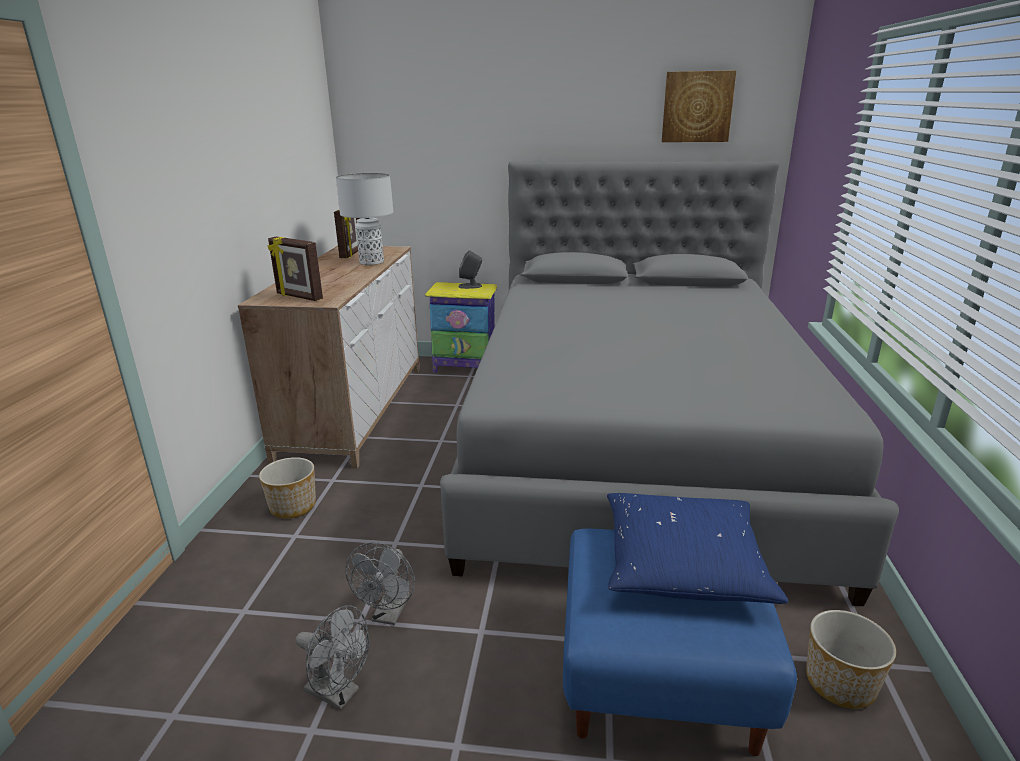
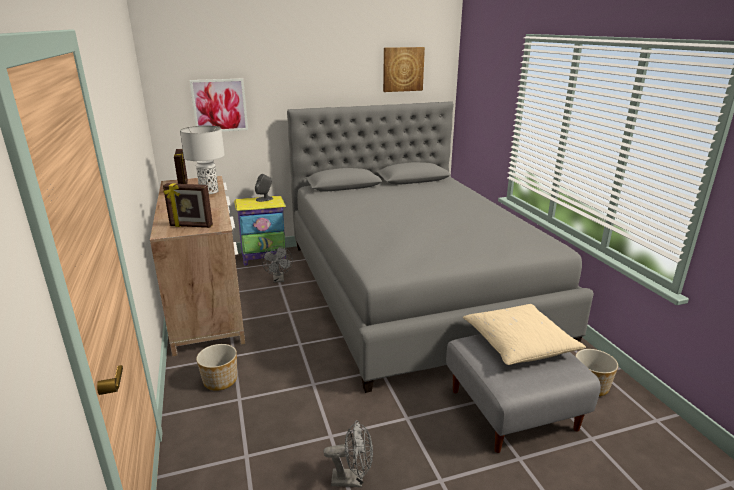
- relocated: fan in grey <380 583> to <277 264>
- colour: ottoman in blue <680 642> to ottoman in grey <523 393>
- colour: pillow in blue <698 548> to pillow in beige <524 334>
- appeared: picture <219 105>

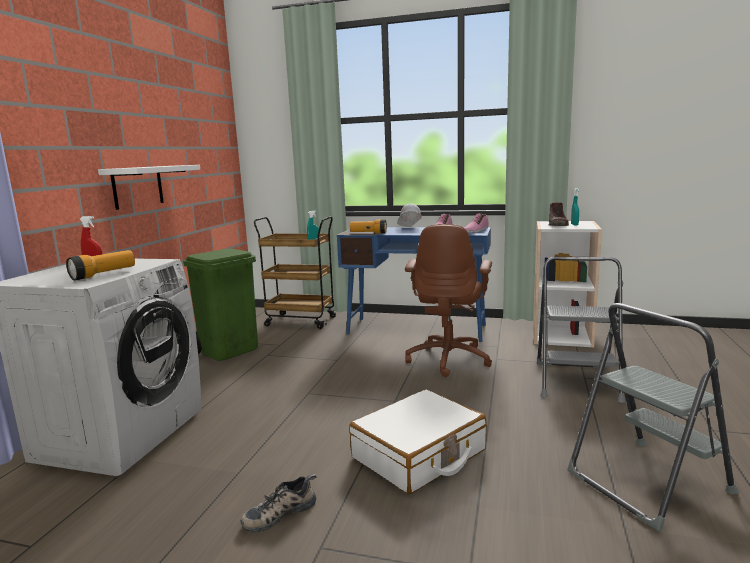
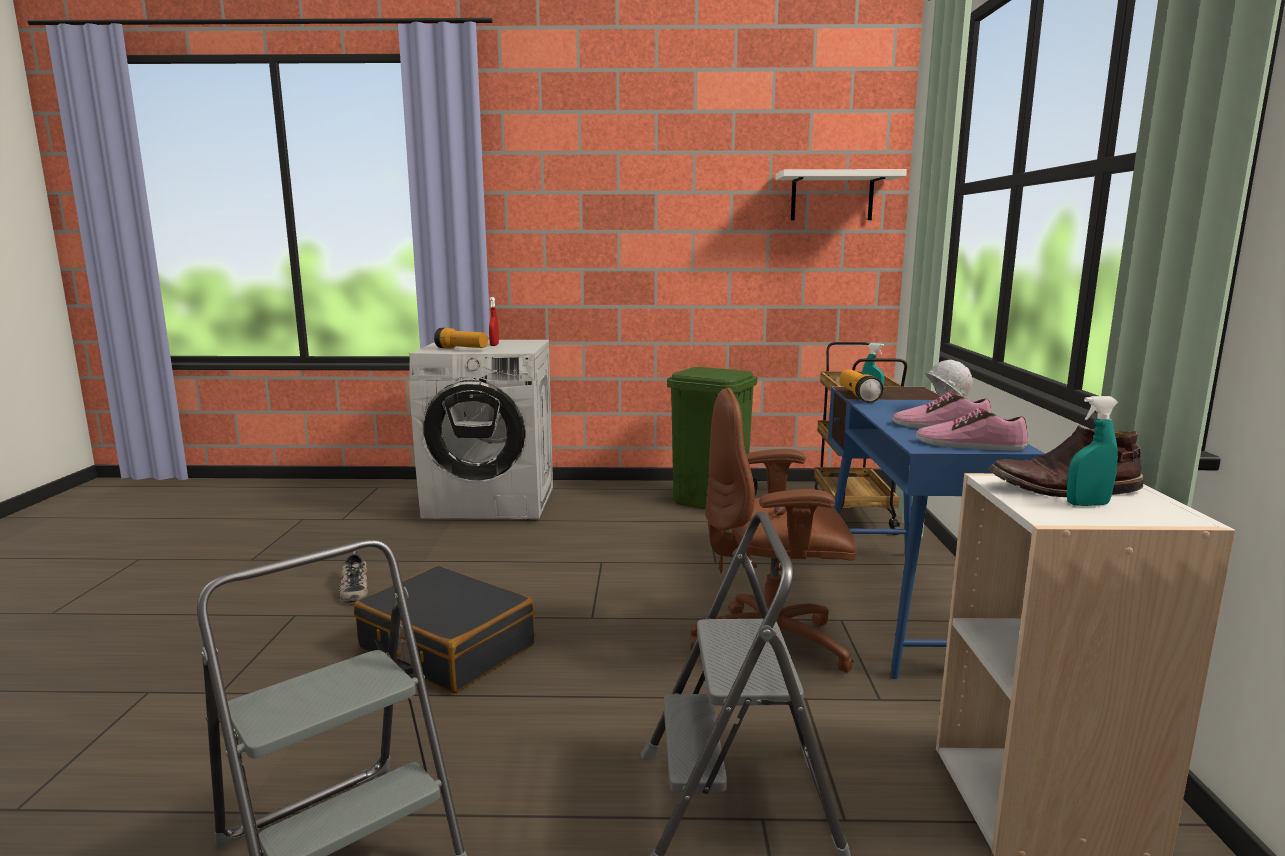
- relocated: shelf in white <149 187> to <841 194>
- spun: shoe <278 503> = <353 577> 150 degrees counterclockwise
- colour: suitcase in white <418 441> to suitcase in black <444 629>

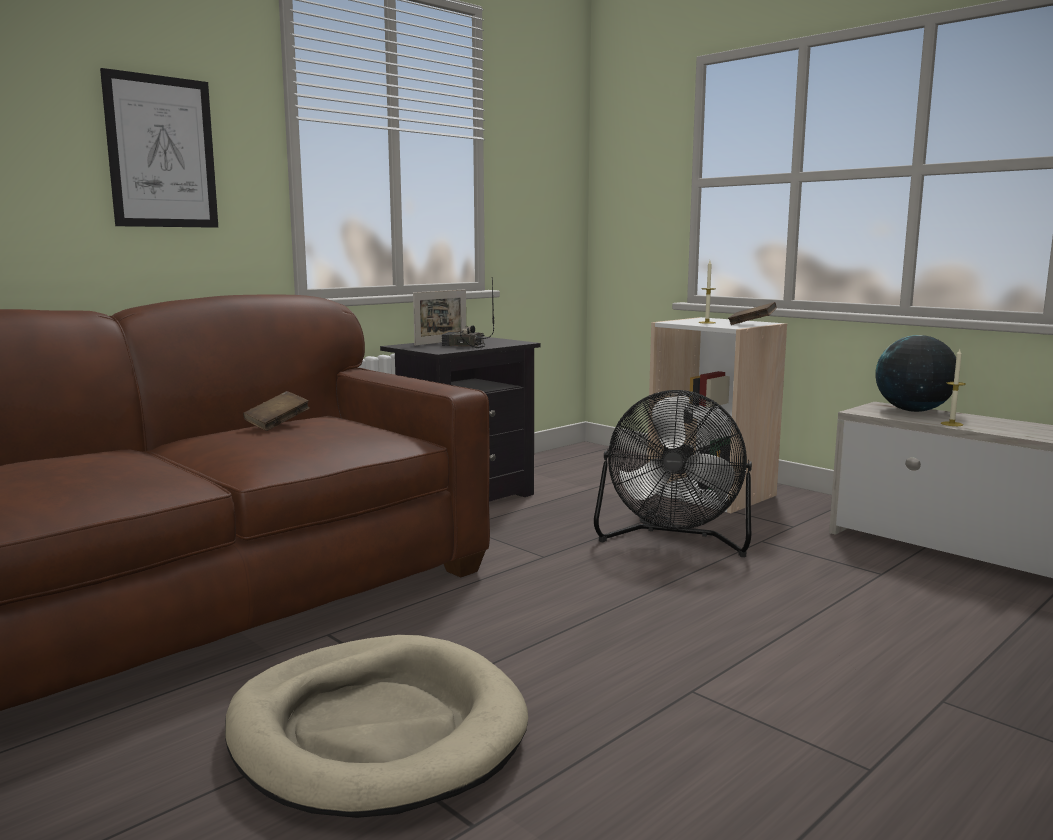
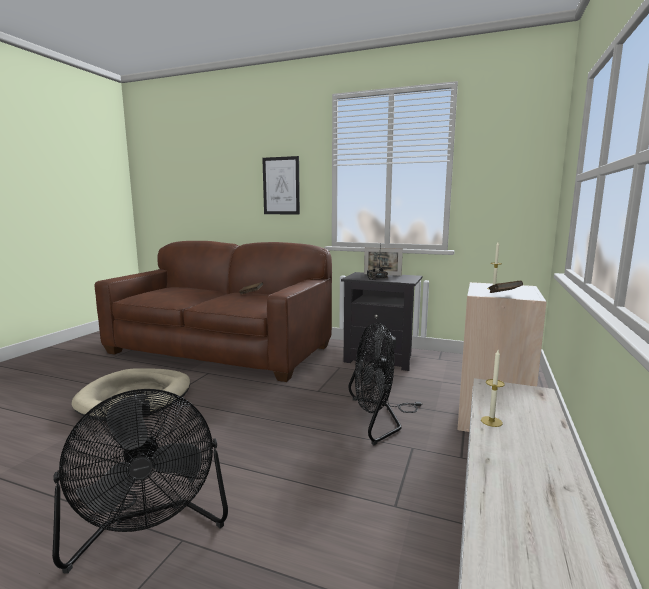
- missing: globe <916 373>
- appeared: fan in black <140 481>

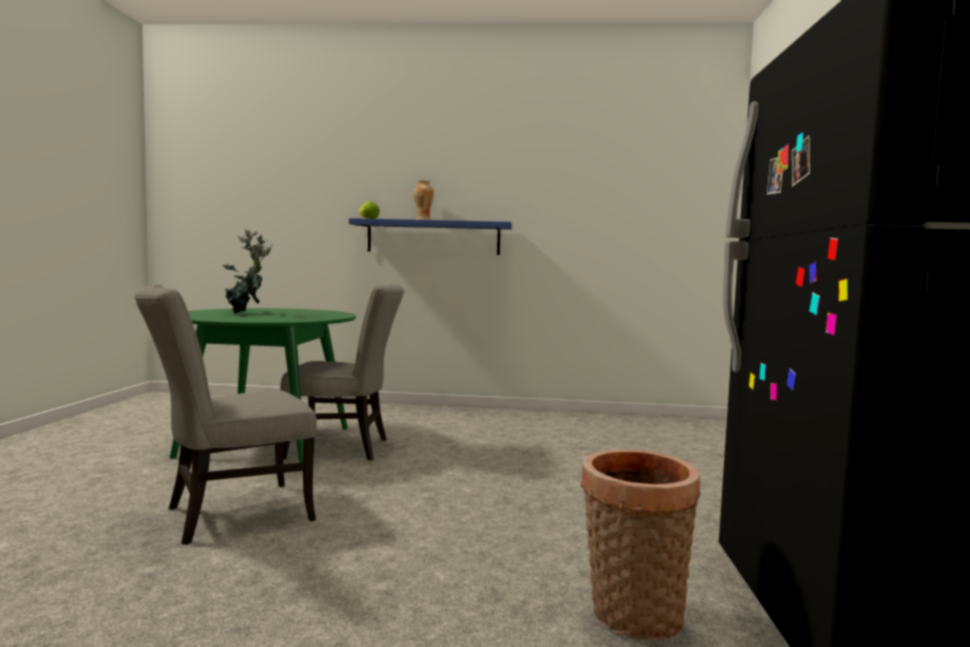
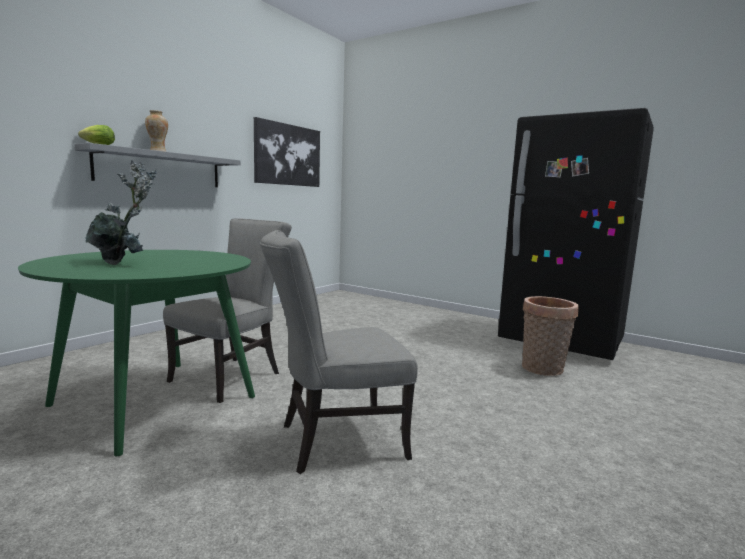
- spun: chair in grey <225 415> = <339 352> 75 degrees clockwise
- colour: shelf in blue <430 236> to shelf in grey <157 165>
- appeared: picture <287 152>

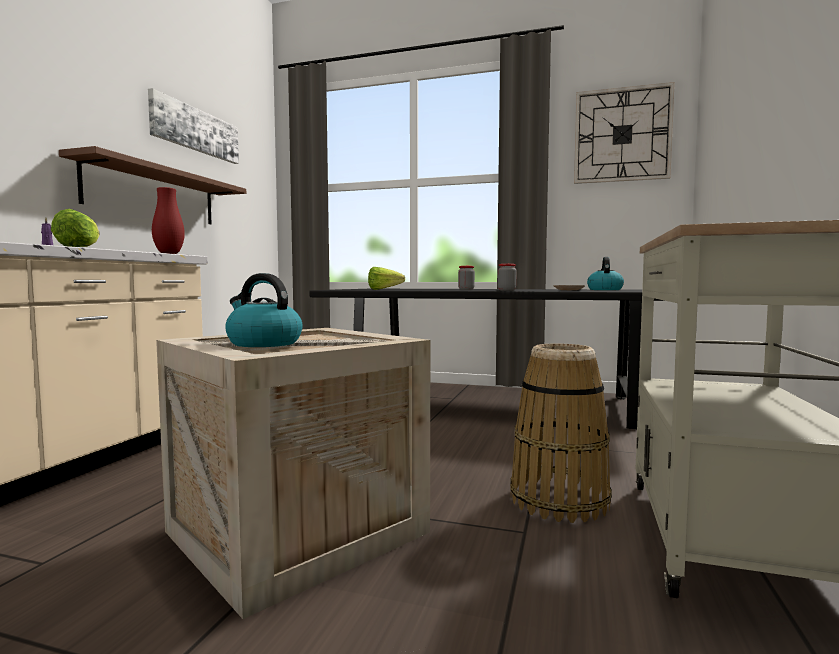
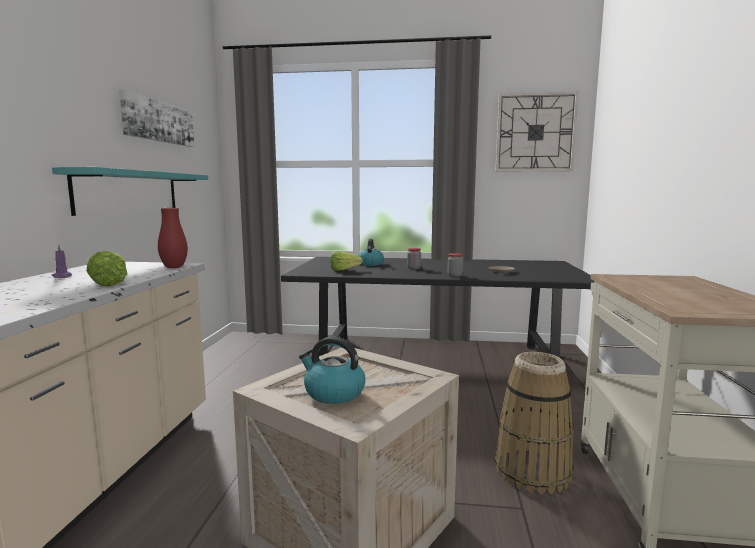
- colour: shelf in brown <152 185> to shelf in turquoise <130 191>
- relocated: kettle <605 273> to <371 252>

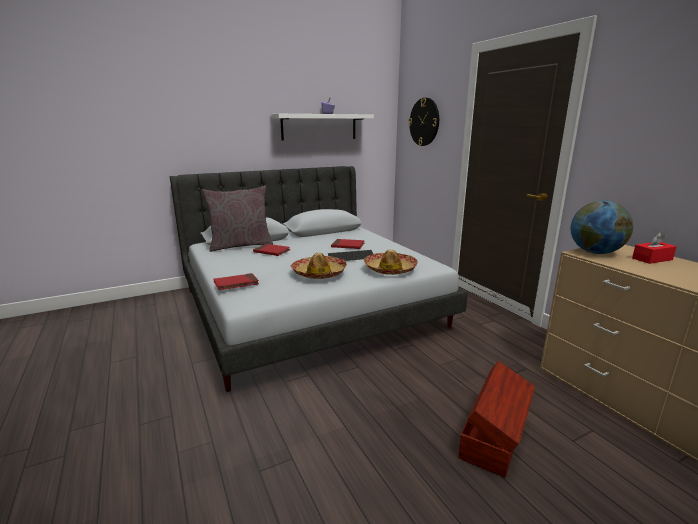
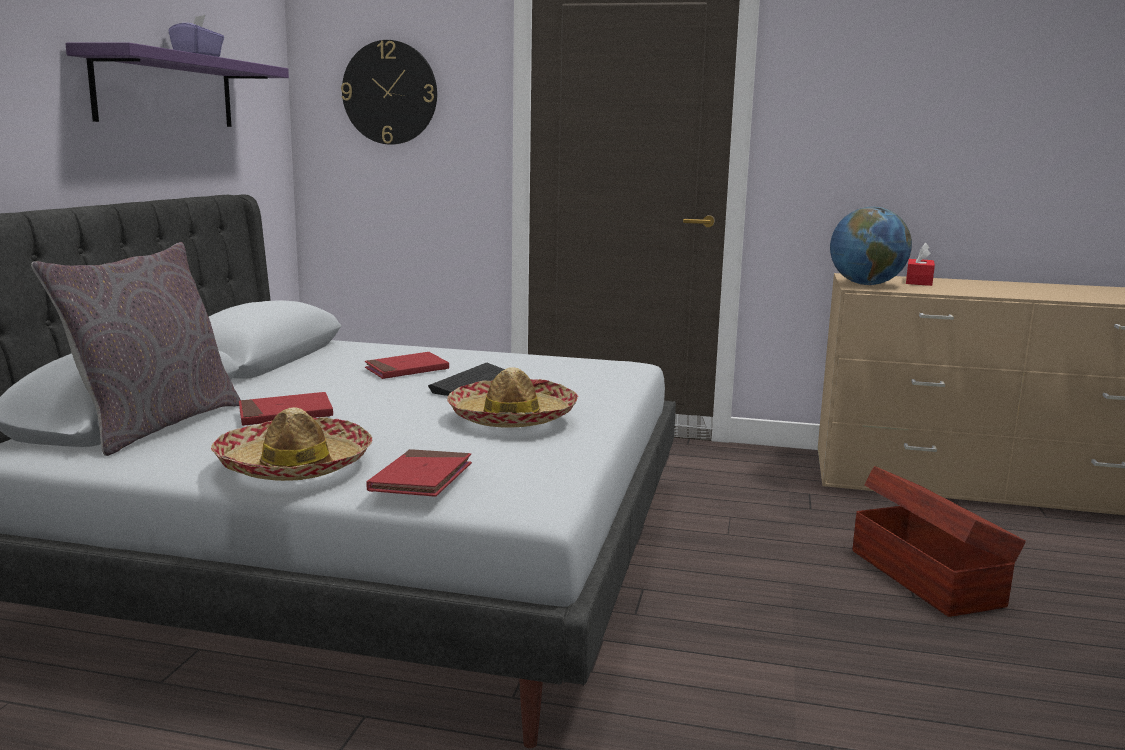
- colour: shelf in white <322 127> to shelf in purple <177 84>
- relocated: hat <391 262> to <291 444>

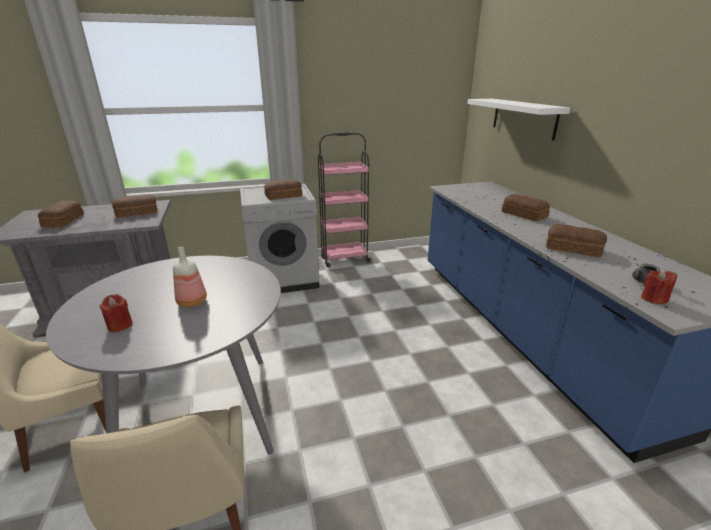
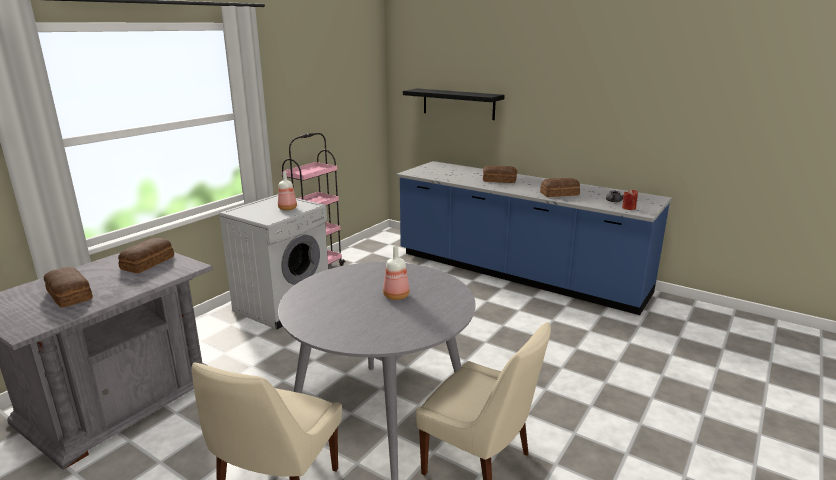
- missing: candle in red <116 313>
- exchanged: bread <283 190> to bottle <287 191>
- colour: shelf in white <518 120> to shelf in black <454 104>

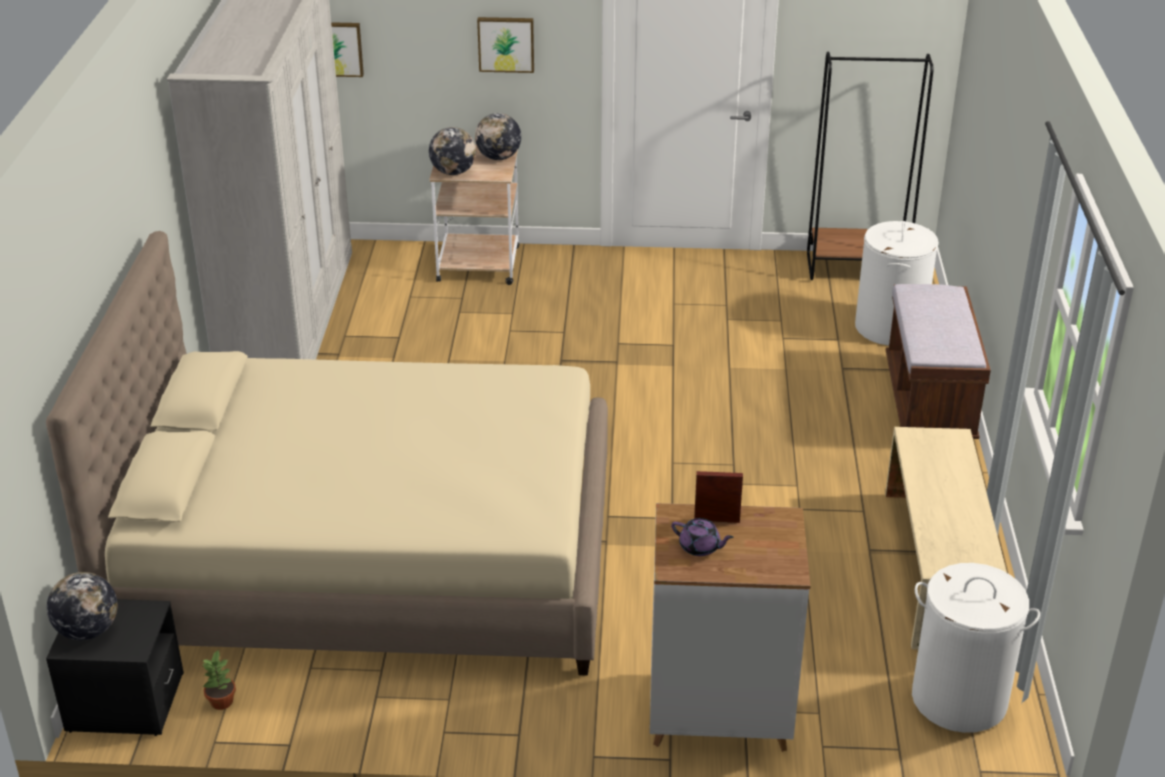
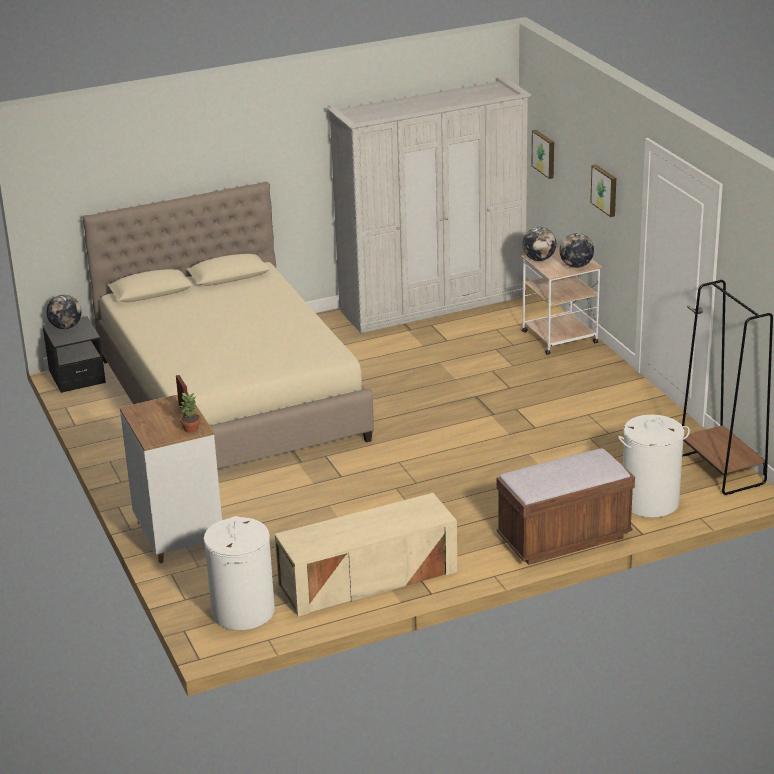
- relocated: potted plant <219 680> to <190 412>
- missing: teapot in purple <702 537>

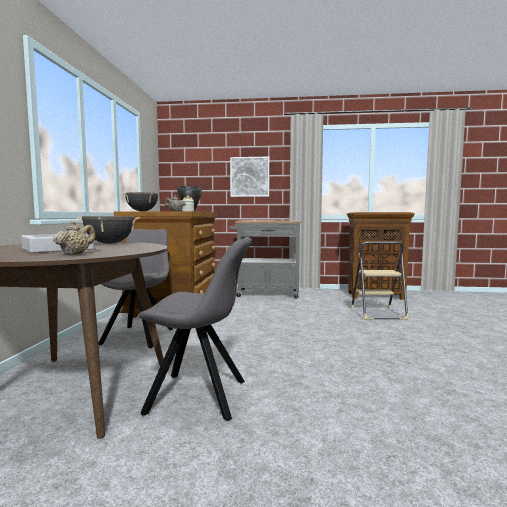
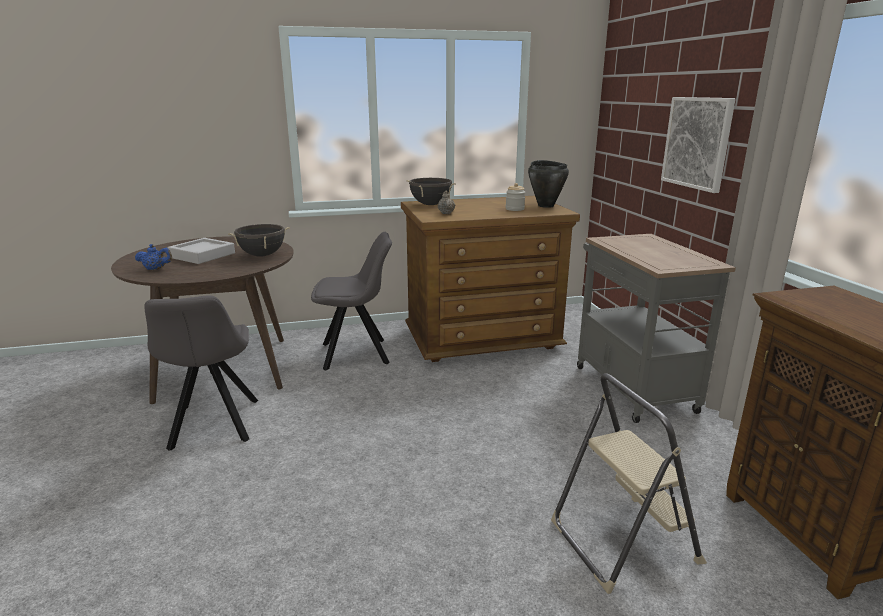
- colour: teapot in beige <74 238> to teapot in blue <153 257>

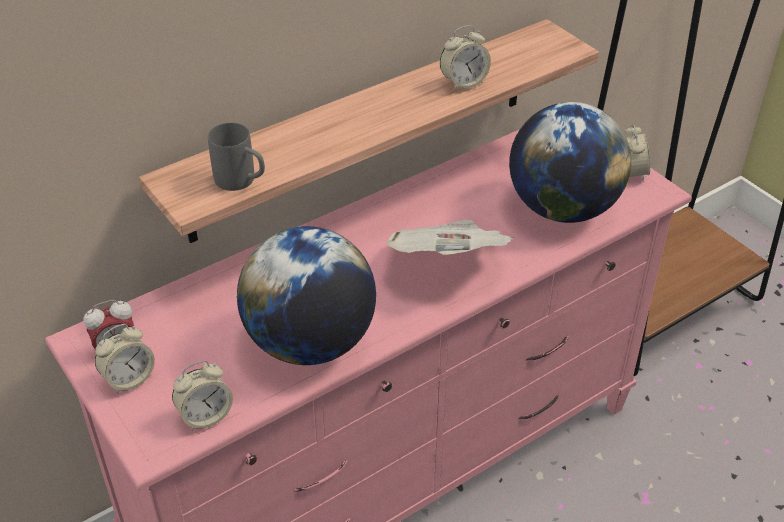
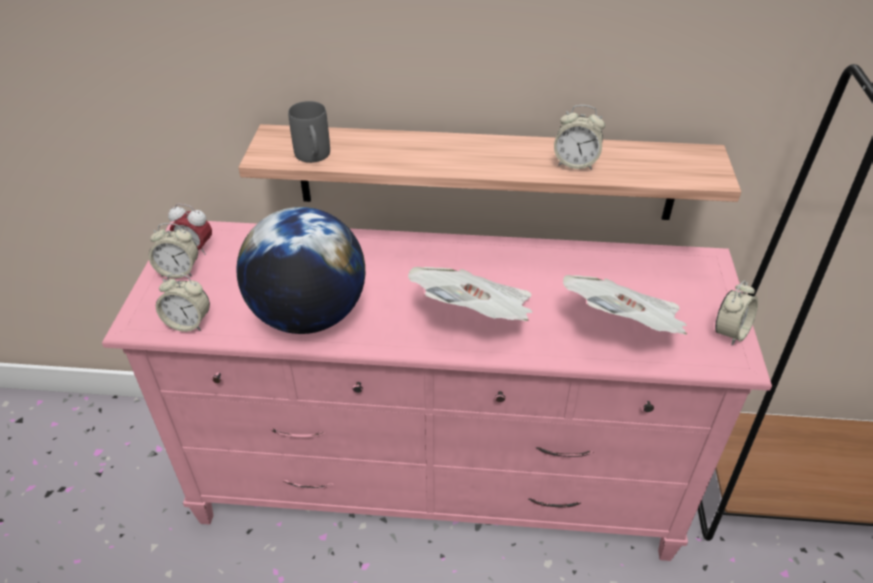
- exchanged: globe <570 162> to newspaper <625 305>

